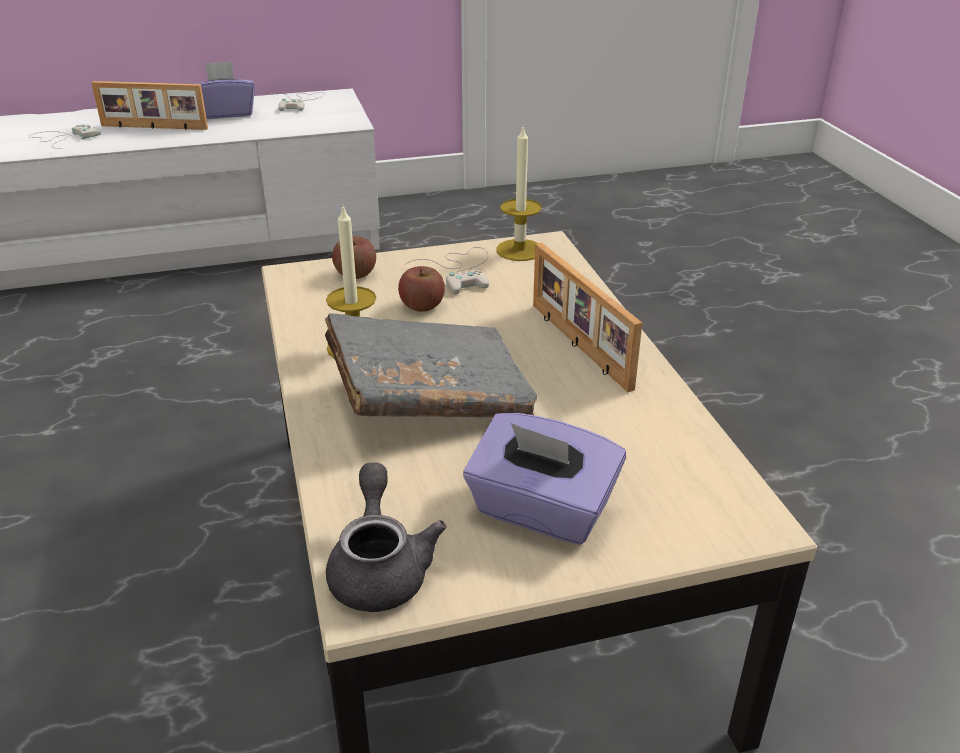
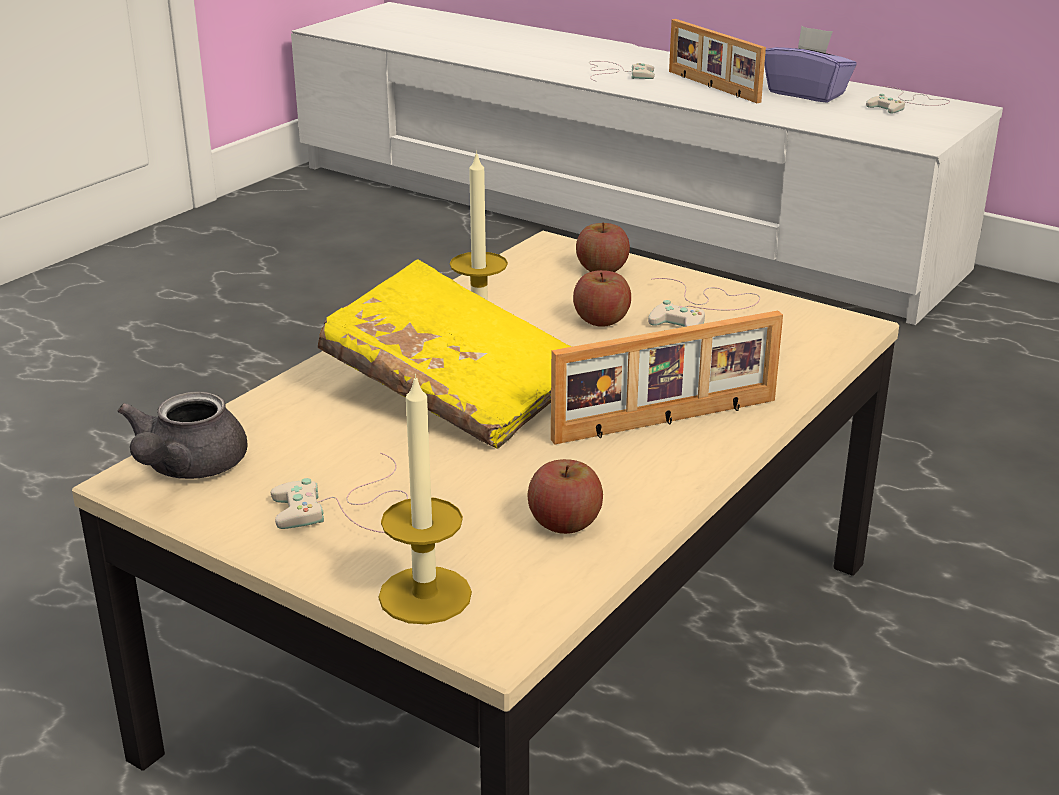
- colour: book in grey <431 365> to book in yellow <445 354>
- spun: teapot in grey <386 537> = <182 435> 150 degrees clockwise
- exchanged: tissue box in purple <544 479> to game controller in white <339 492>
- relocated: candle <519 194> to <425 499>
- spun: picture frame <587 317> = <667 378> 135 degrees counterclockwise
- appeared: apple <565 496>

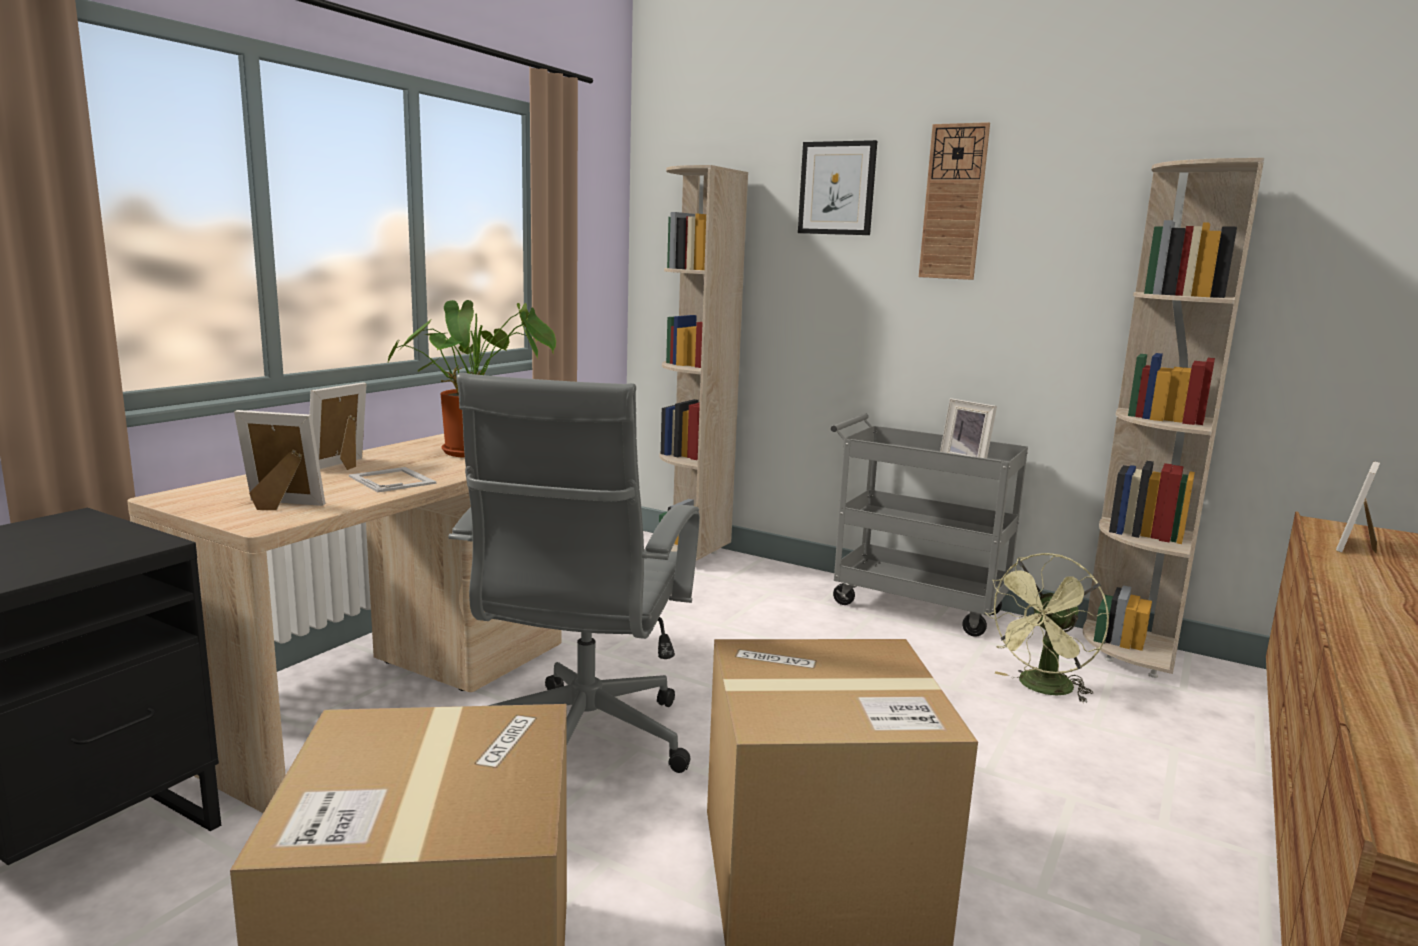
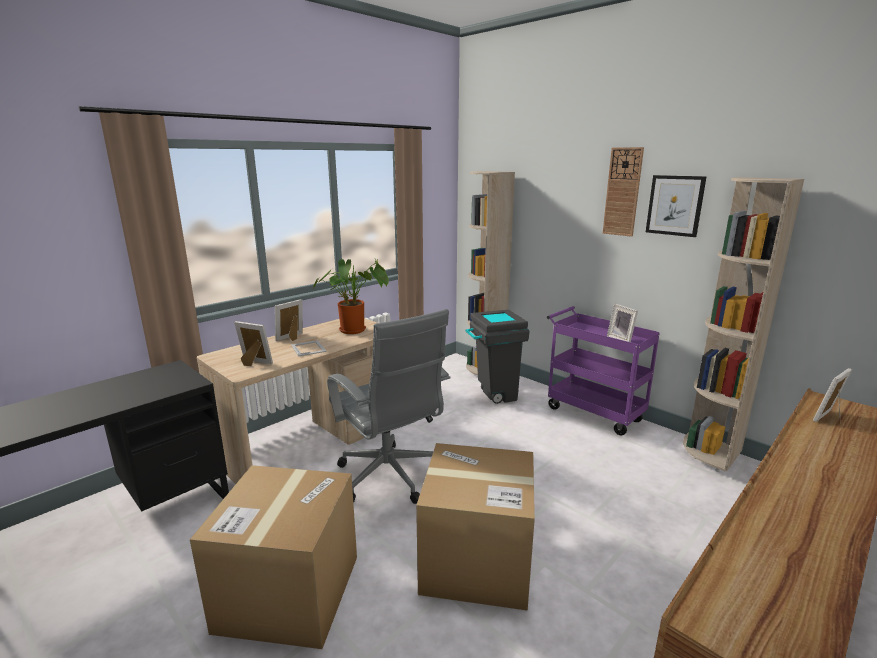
- spun: office chair in grey <574 573> = <389 406> 60 degrees counterclockwise
- relocated: picture <837 187> to <676 206>
- colour: cart in grey <929 525> to cart in purple <603 370>
- missing: fan in green <1046 628>
- appeared: trash can in grey <497 357>

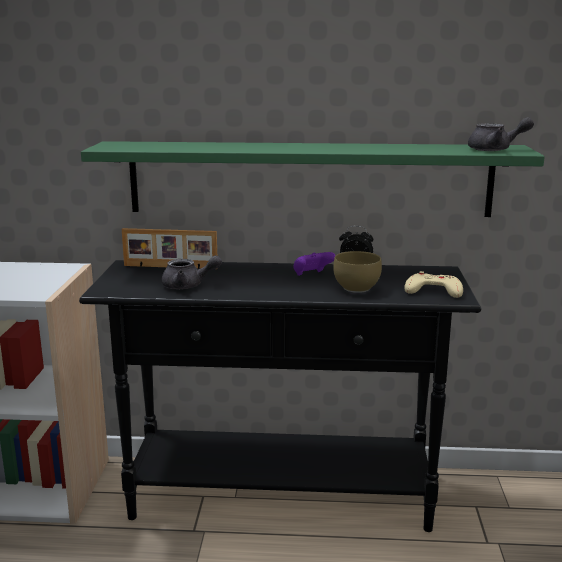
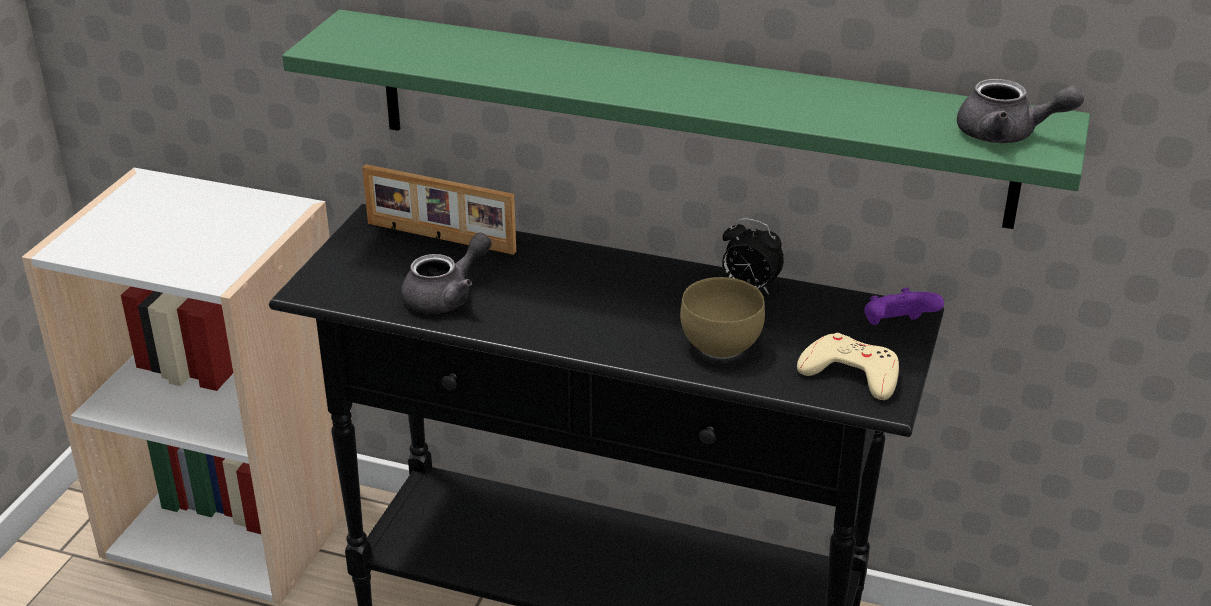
- spun: teapot in grey <191 272> = <446 273> 60 degrees counterclockwise
- relocated: game controller in purple <315 264> to <904 306>

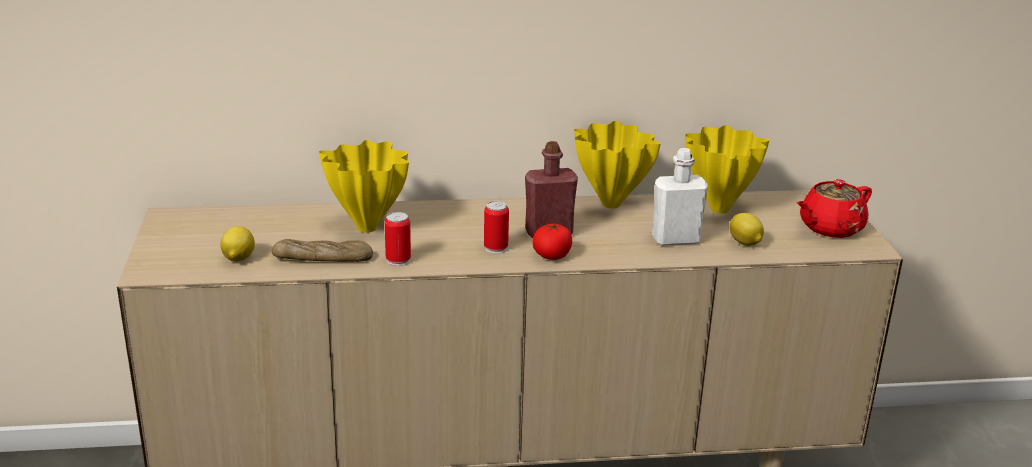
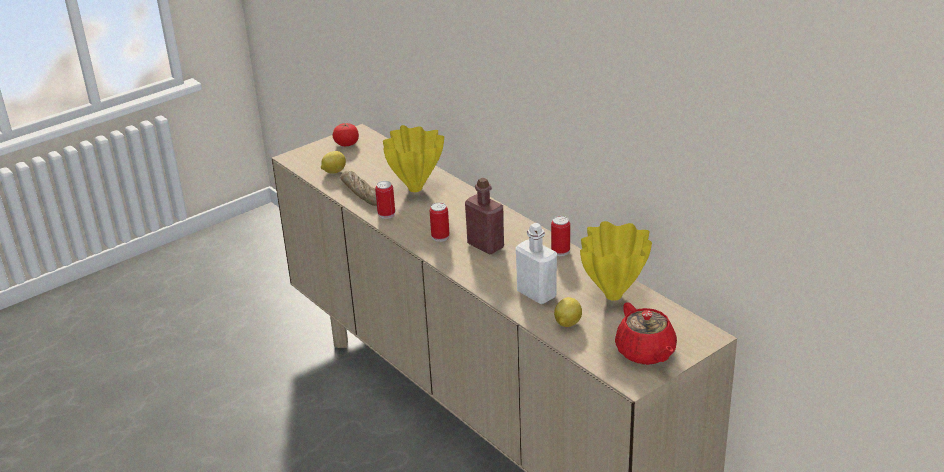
- relocated: tomato <552 241> to <345 134>
- exchanged: vase in yellow <617 165> to can <560 236>
- spun: teapot in red <834 208> = <646 334> 135 degrees counterclockwise

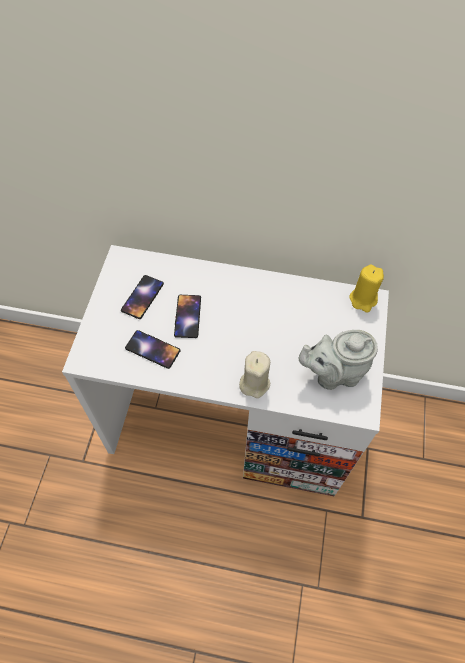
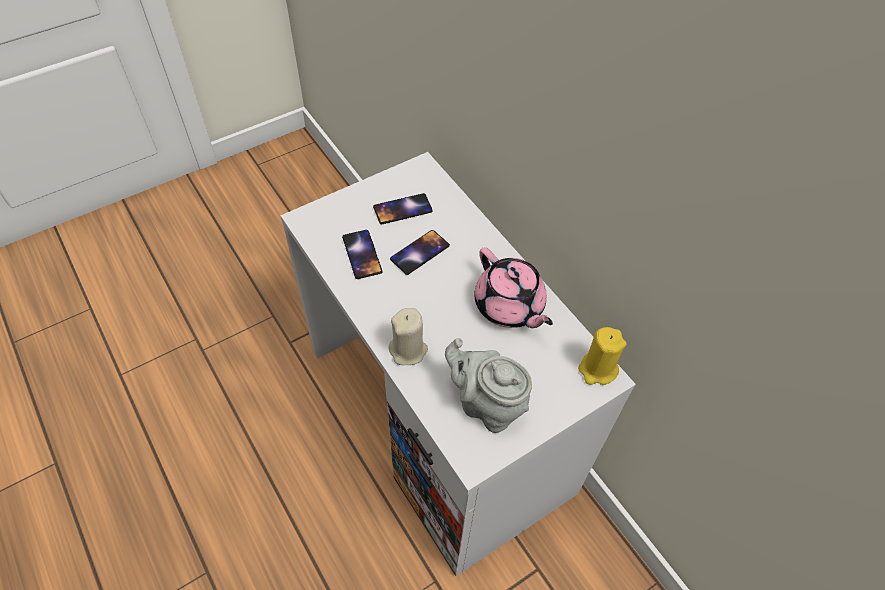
- appeared: teapot in pink <513 287>

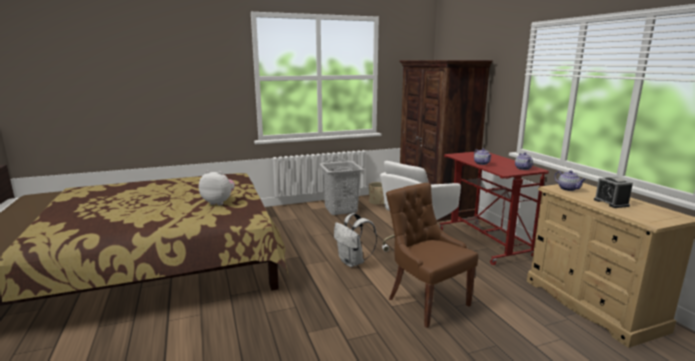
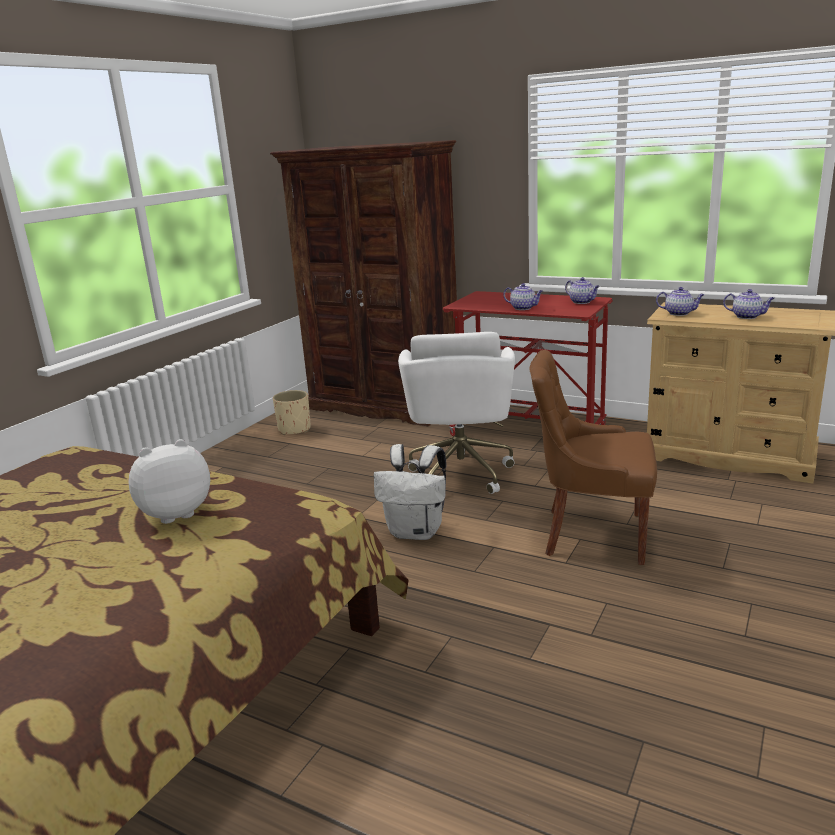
- missing: laundry basket in grey <341 187>
- exchanged: alarm clock <613 192> to teapot <749 304>

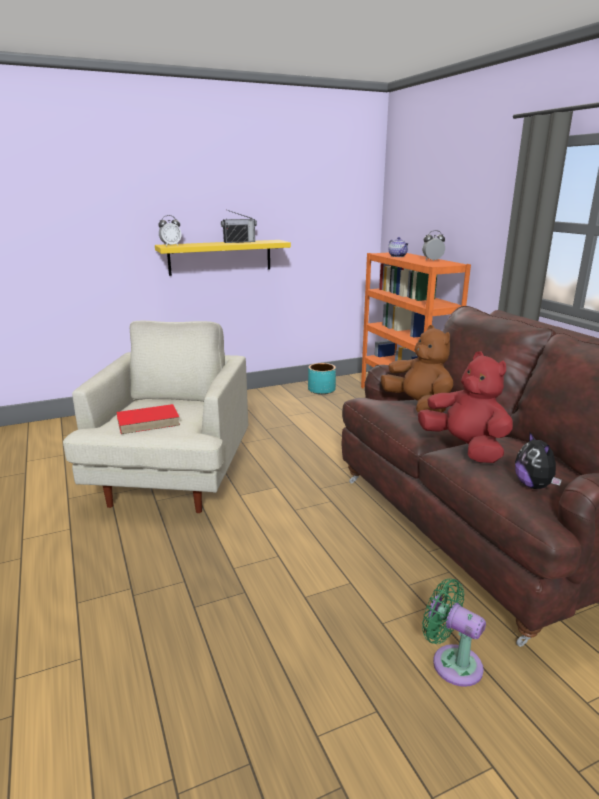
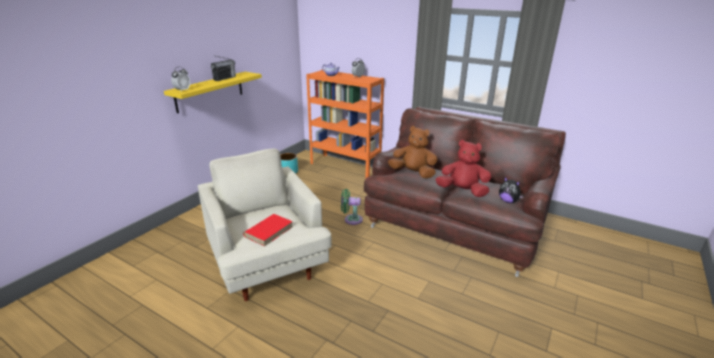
- relocated: fan in green <454 632> to <352 207>

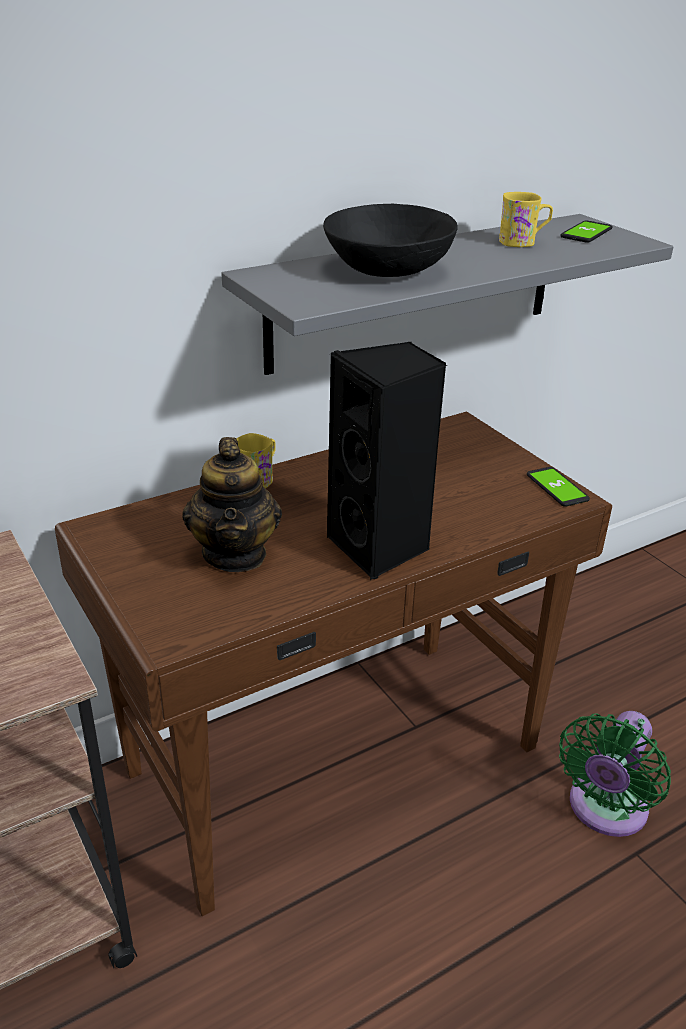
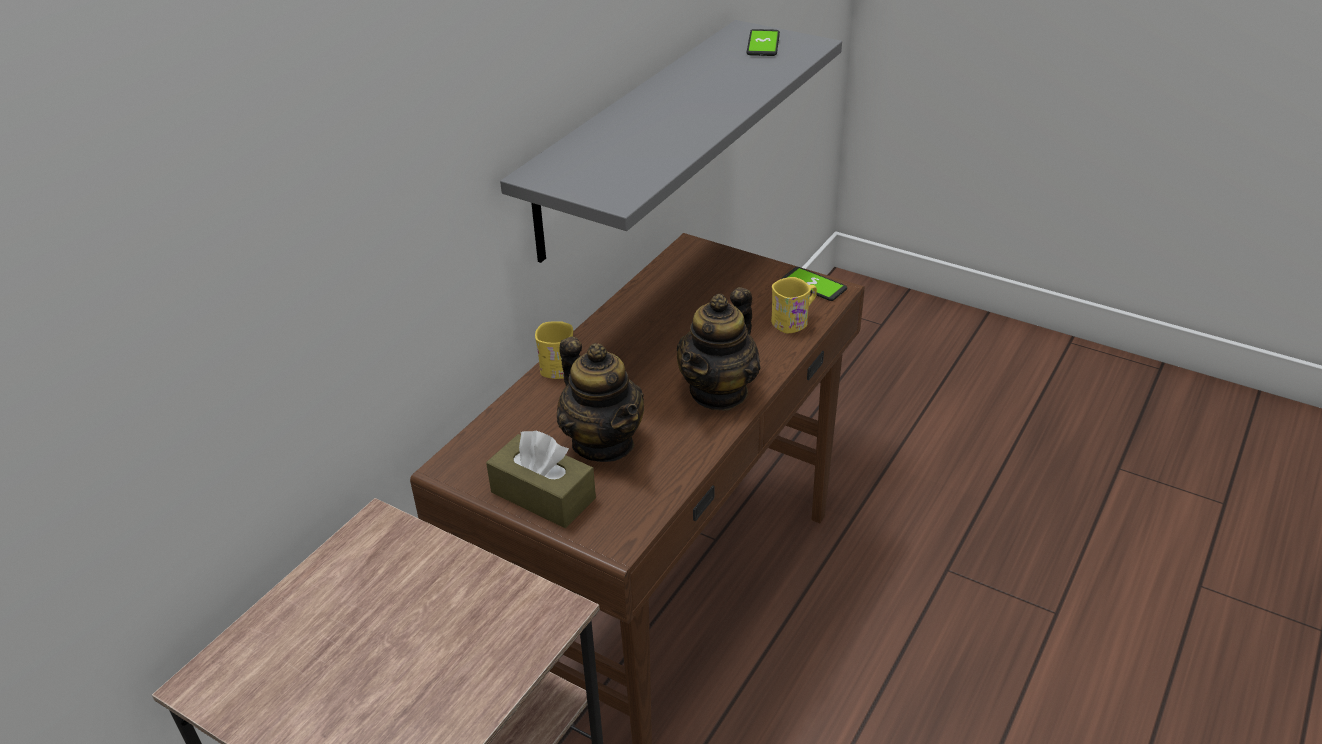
- missing: bowl in black <390 240>
- exchanged: speaker in black <387 461> to teapot <718 348>
- relocated: mug in yellow <526 219> to <794 305>
- missing: fan in green <615 774>
- appeared: tissue box in brown <541 479>

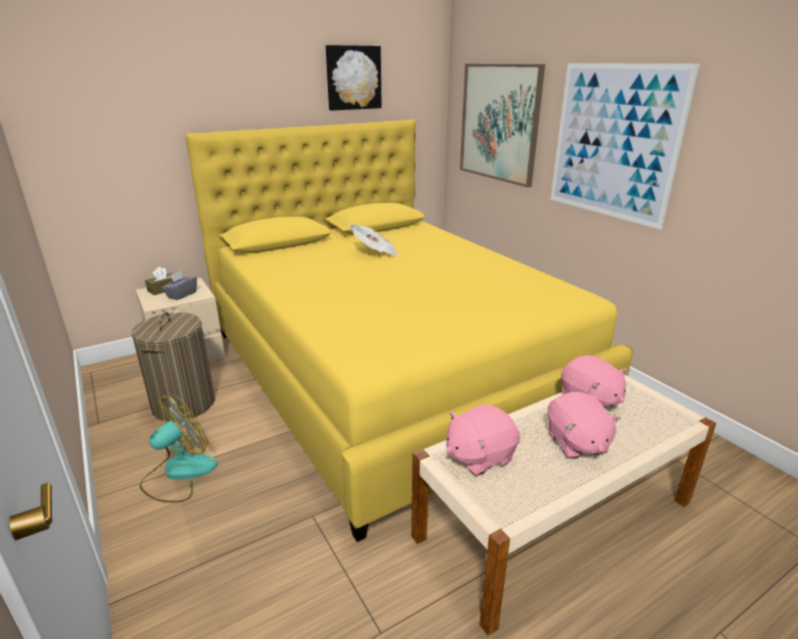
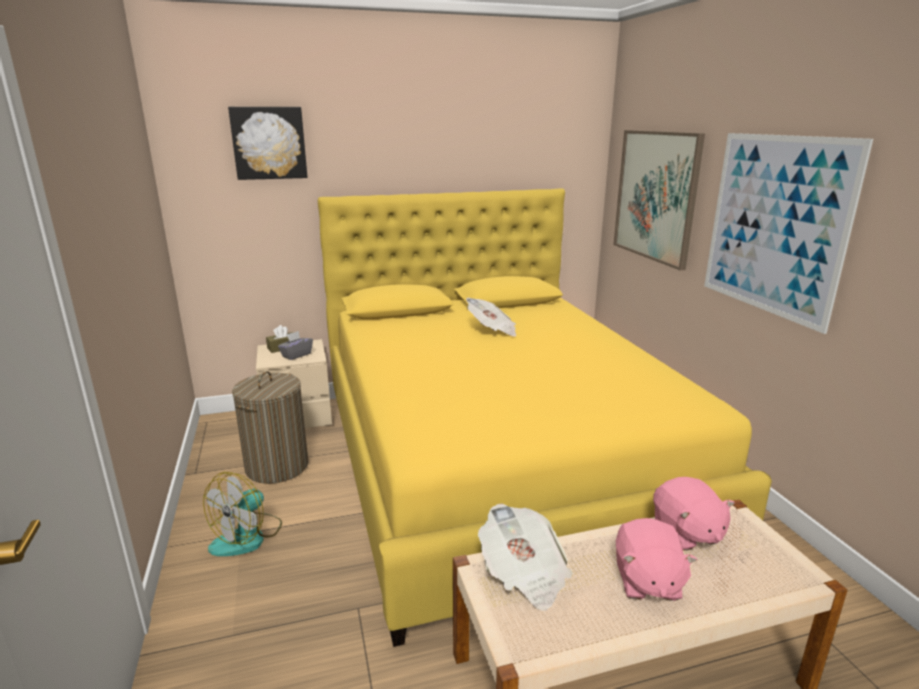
- spun: fan <178 448> = <242 514> 150 degrees clockwise
- relocated: picture <354 78> to <267 143>
- exchanged: plush toy in pink <483 440> to newspaper <525 557>

